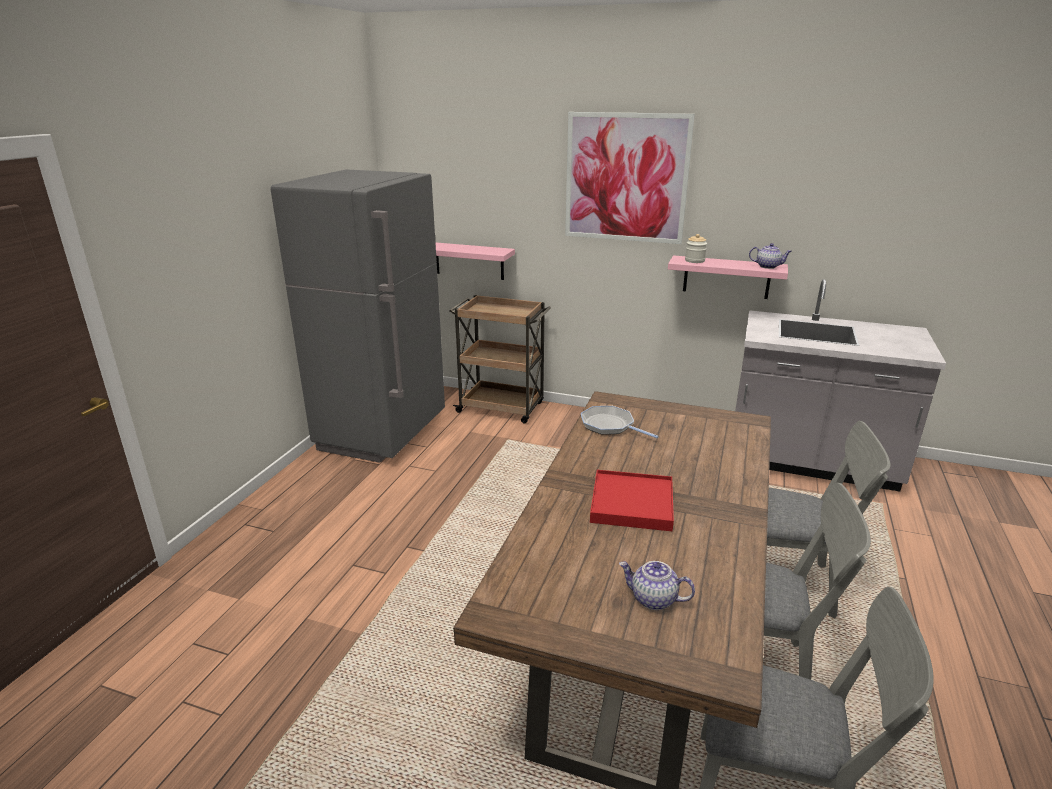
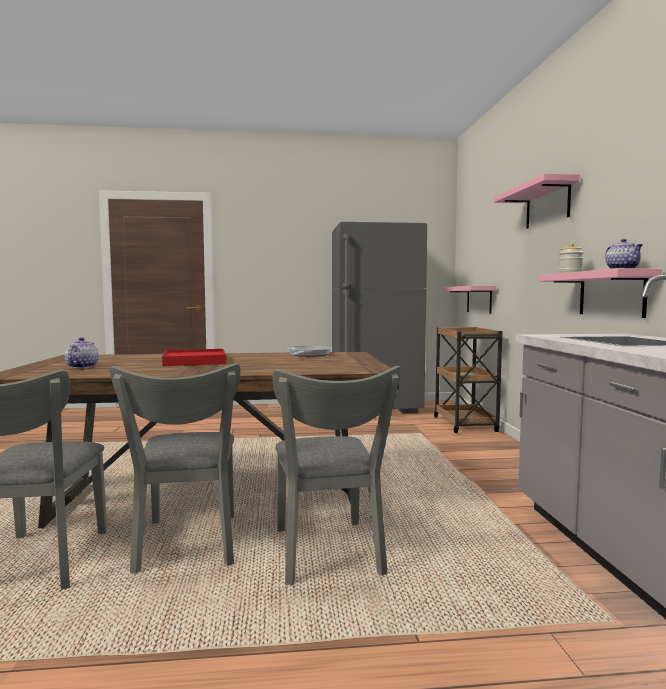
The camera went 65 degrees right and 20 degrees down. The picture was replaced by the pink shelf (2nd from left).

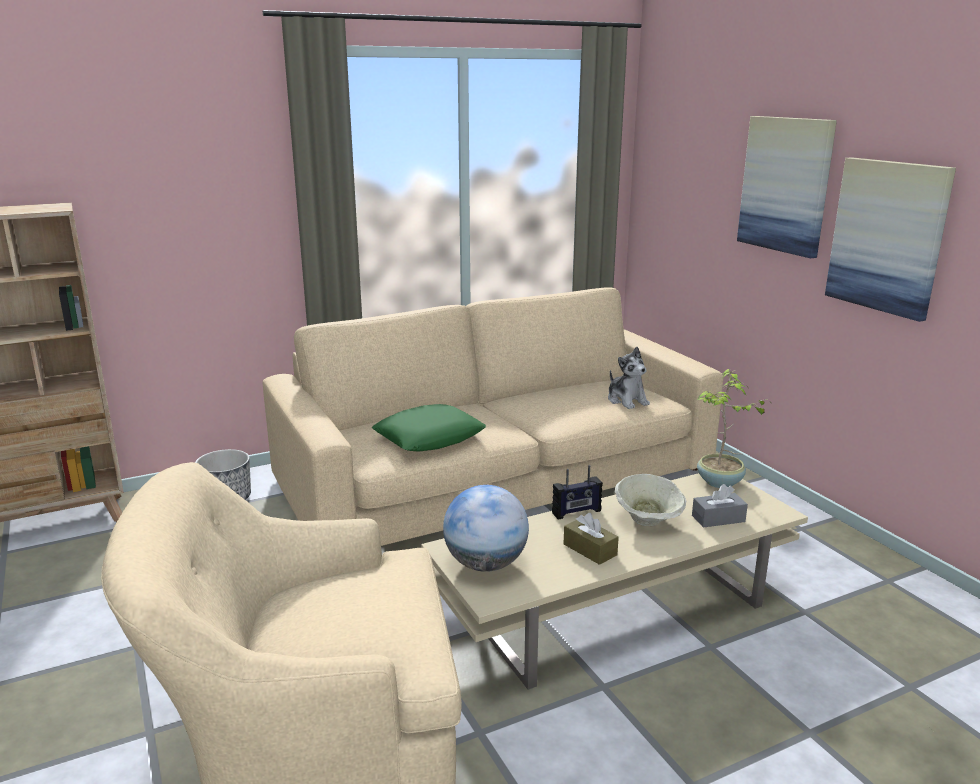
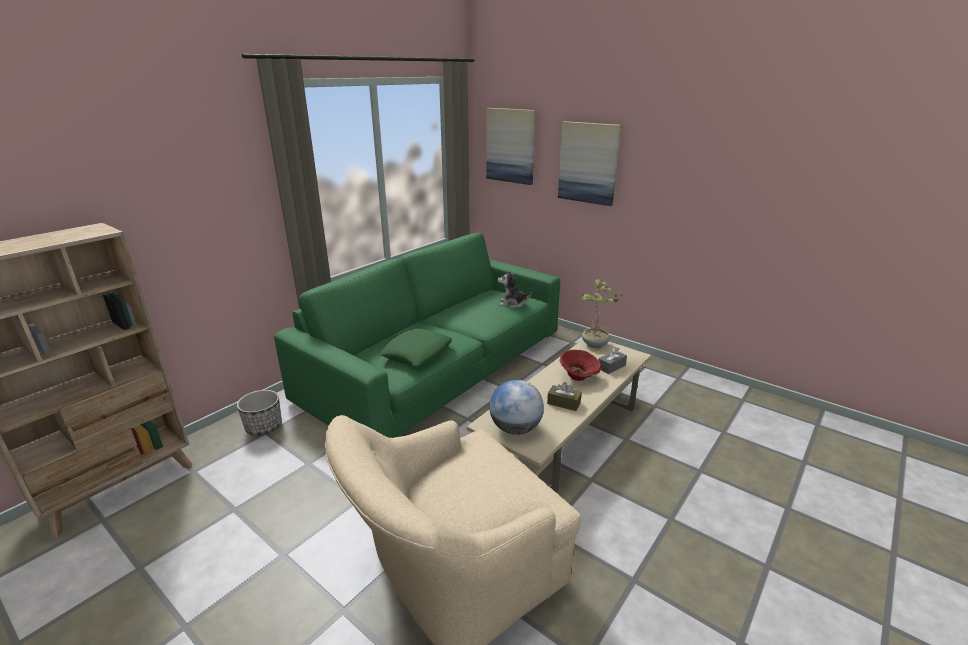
The camera went 25 degrees left and 5 degrees up. The picture (2nd from left in the first image) moved. The beige sofa became the green sofa. The plush toy turned 150 degrees clockwise. The radio disappeared. The beige bowl became the red bowl.

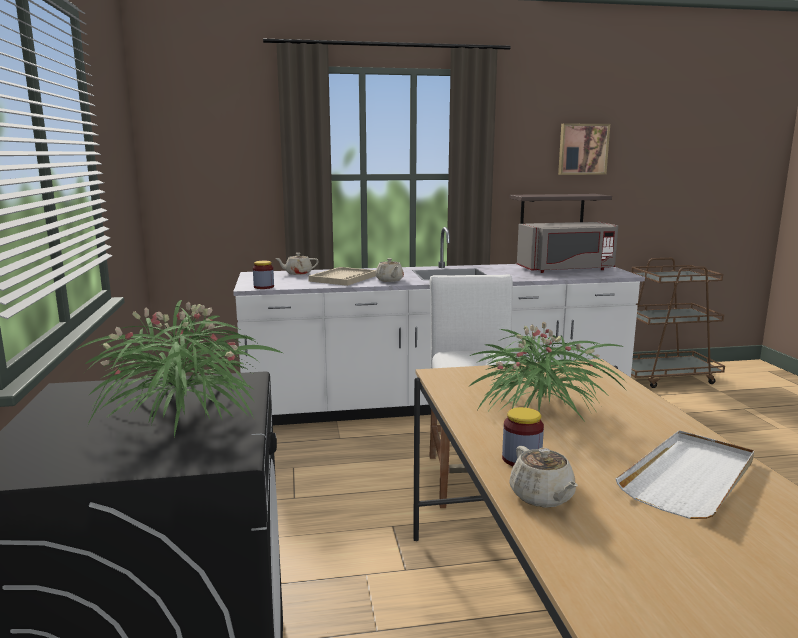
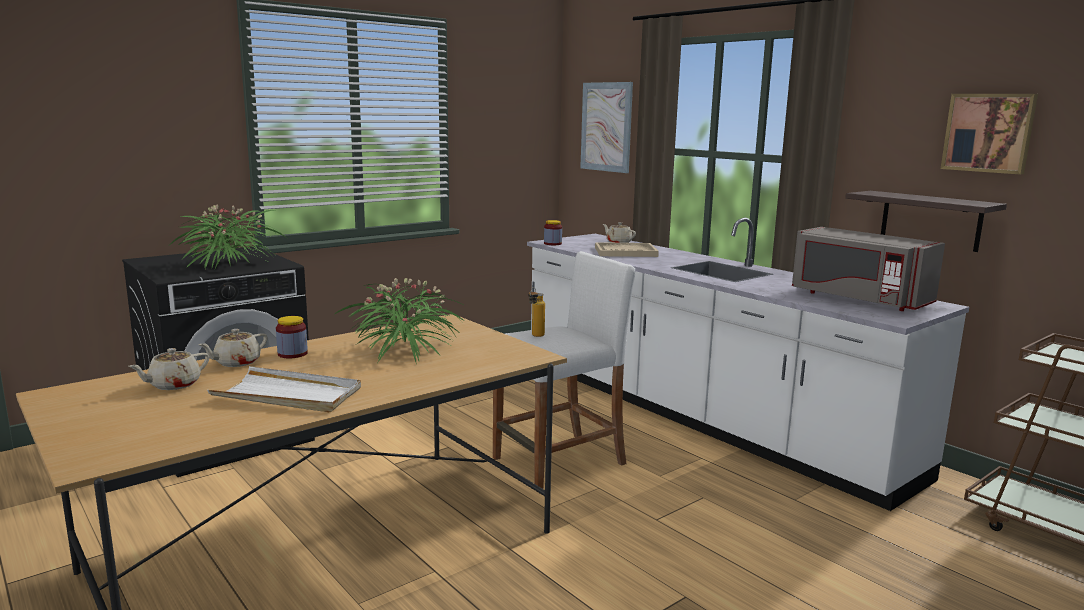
The camera went 60 degrees right and 0 degrees up. The beige teapot (2nd from left in the first image) moved. The picture (1st from left) appeared. The bottle appeared.

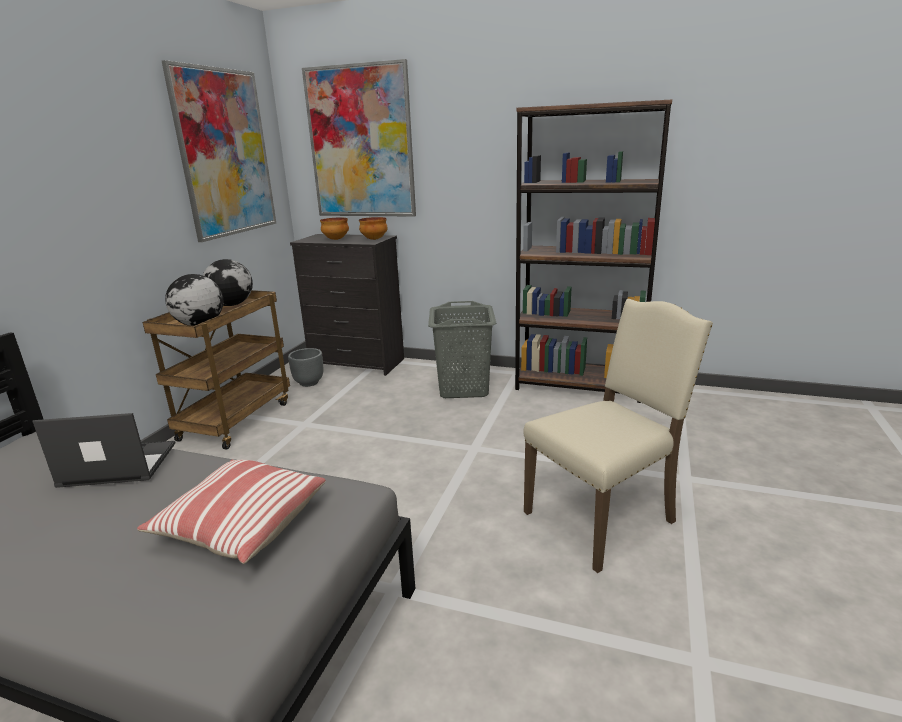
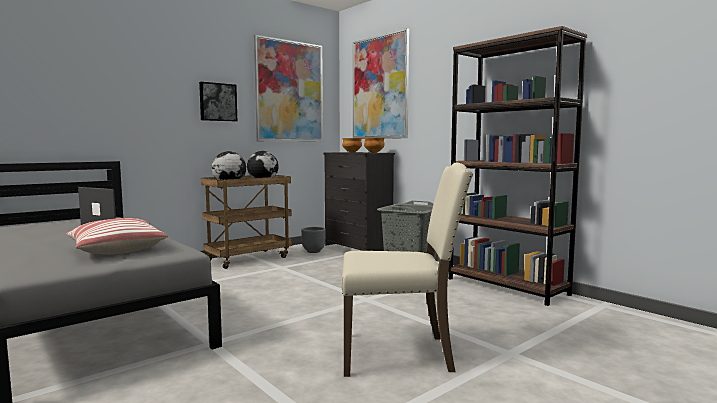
The camera went 30 degrees right and 15 degrees down. The picture (1st from left) appeared.

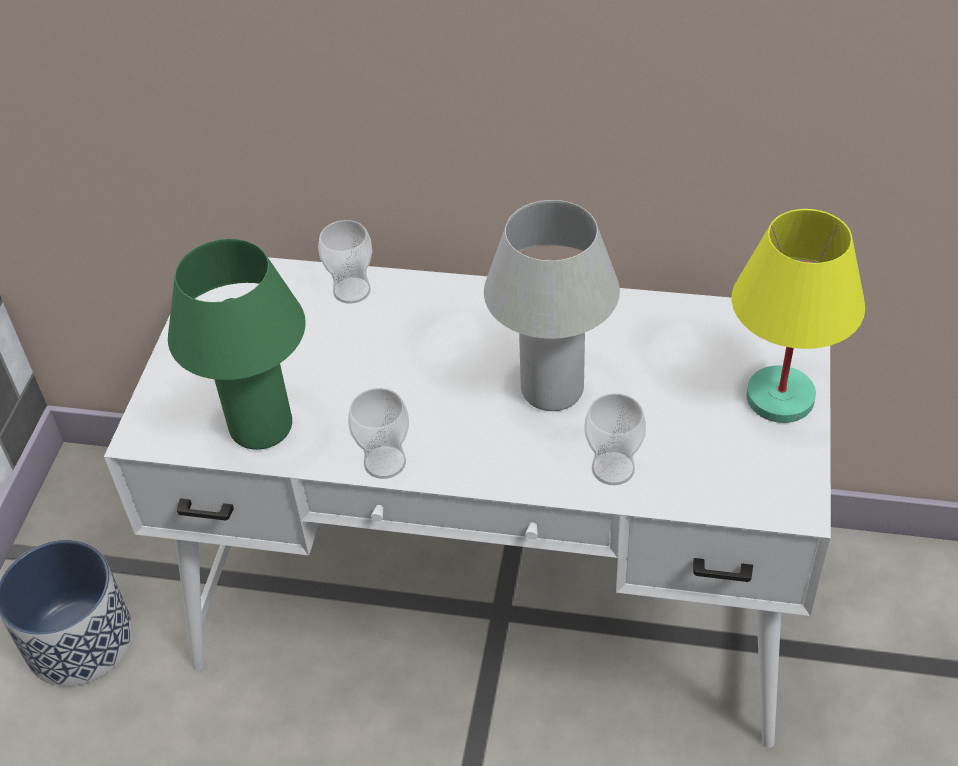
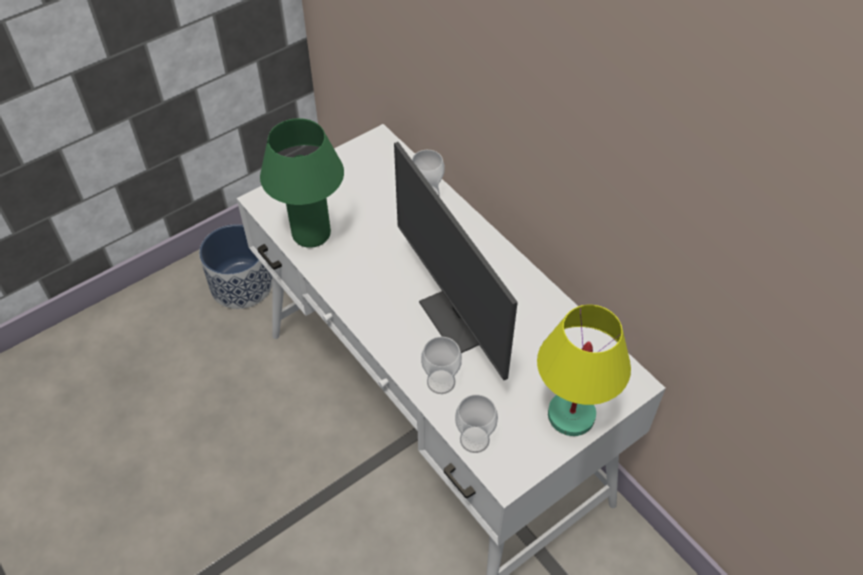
The camera went 40 degrees right and 5 degrees up. The white table lamp was replaced by the monitor. The cup (2nd from left in the first image) moved.

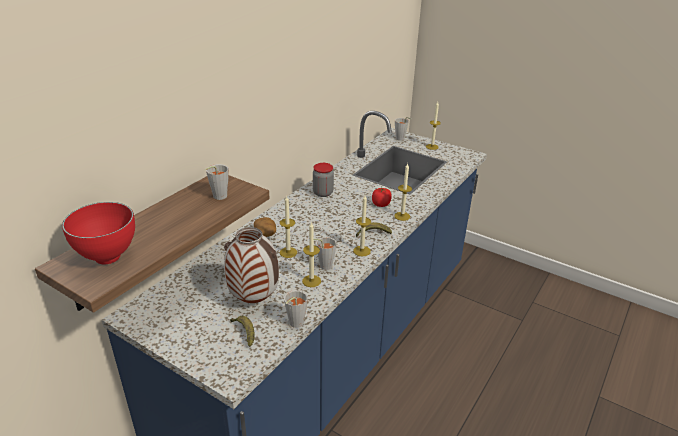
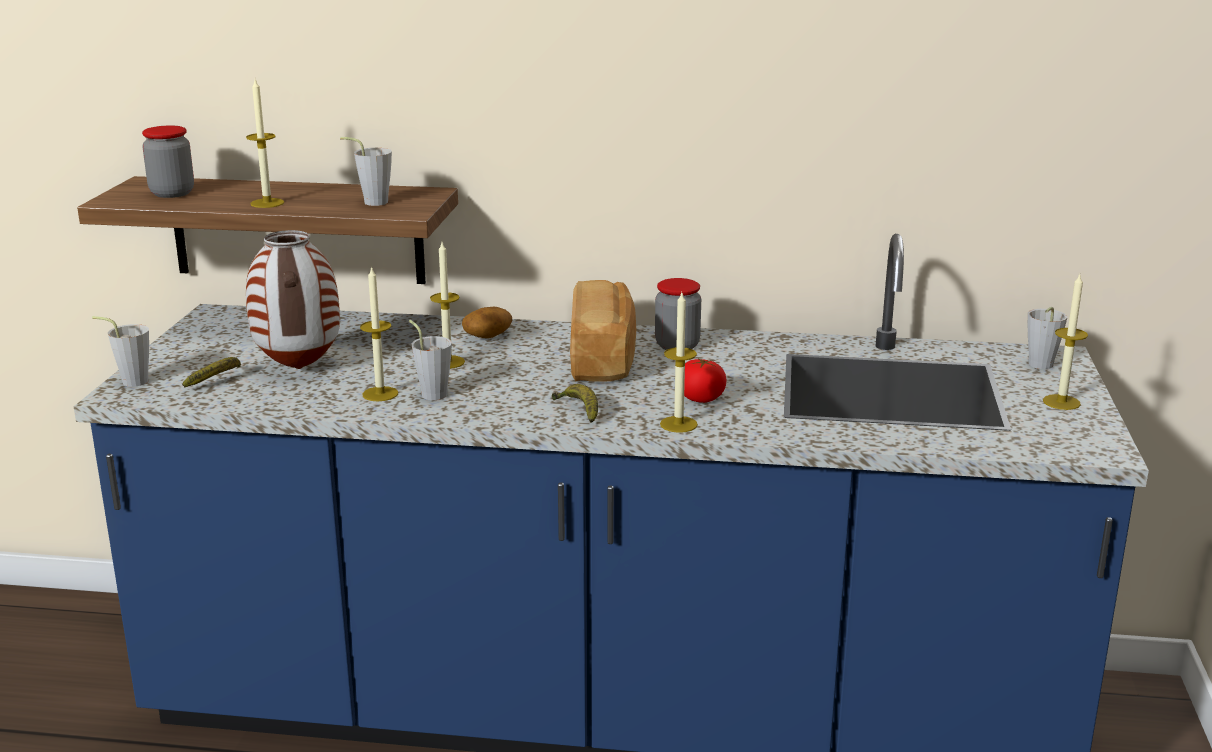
The camera went 65 degrees right and 10 degrees down. The candle (3rd from left in the first image) moved. The red bowl was replaced by the jar (1st from left). The grey cup (2nd from left in the first image) moved. The bread appeared.

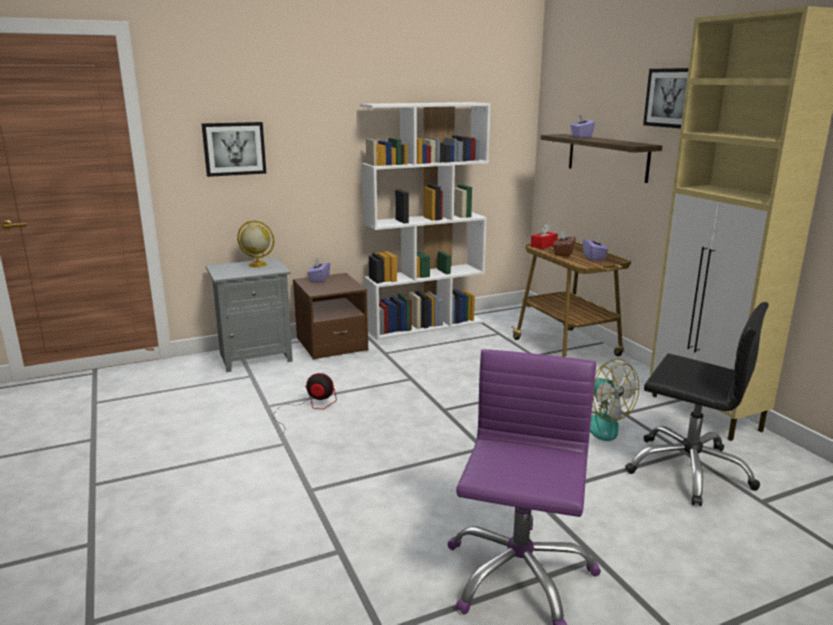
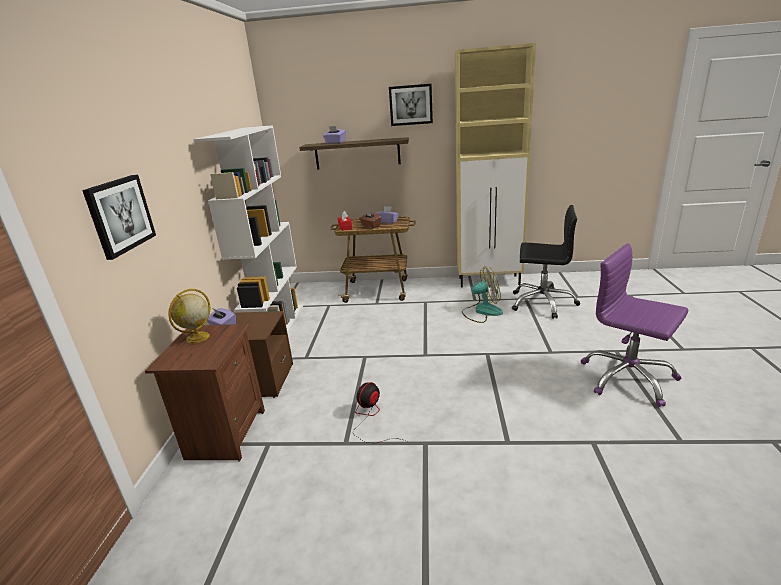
The camera went 60 degrees left and 5 degrees up. The grey nightstand became the brown nightstand (1st from left). The black office chair turned 45 degrees clockwise.

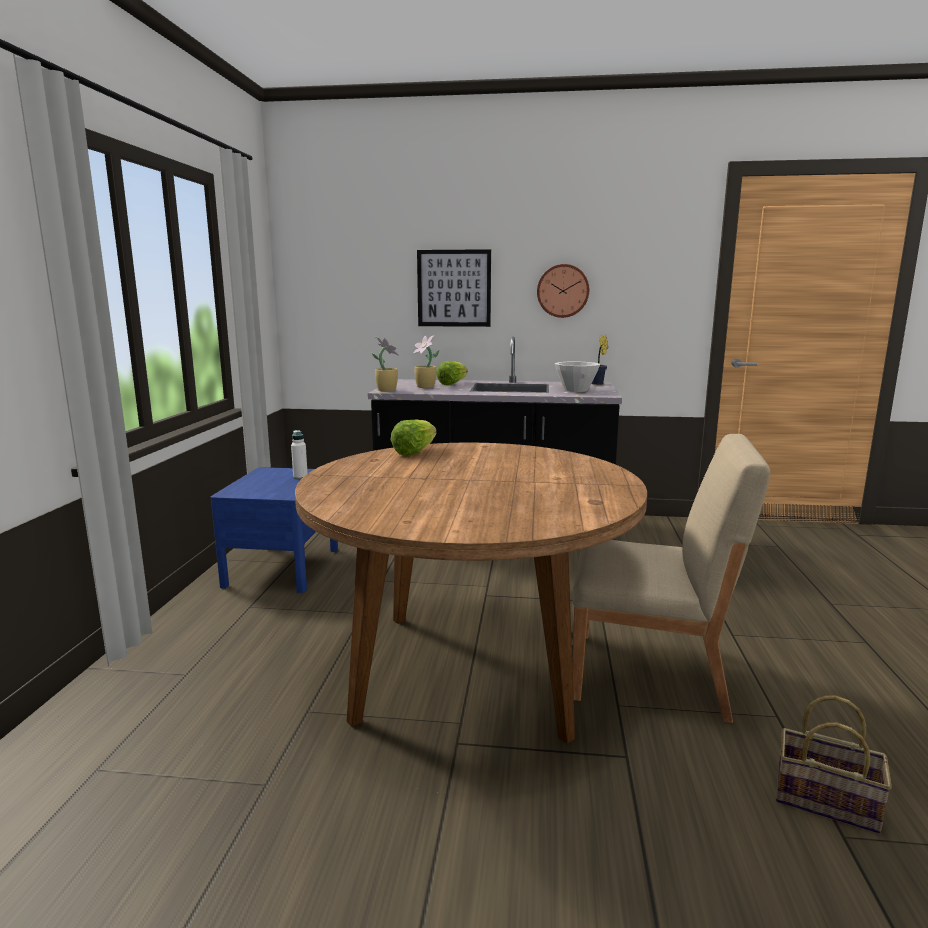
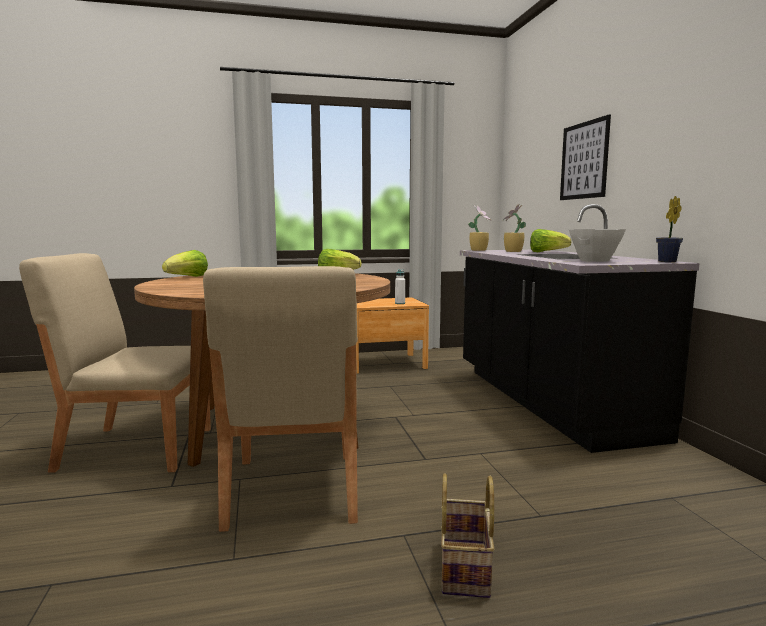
The camera went 70 degrees right and 5 degrees down. The wall clock disappeared. The blue nightstand became the brown nightstand. The basket moved. The lettuce (1st from left) appeared. The beige chair (1st from left) appeared.

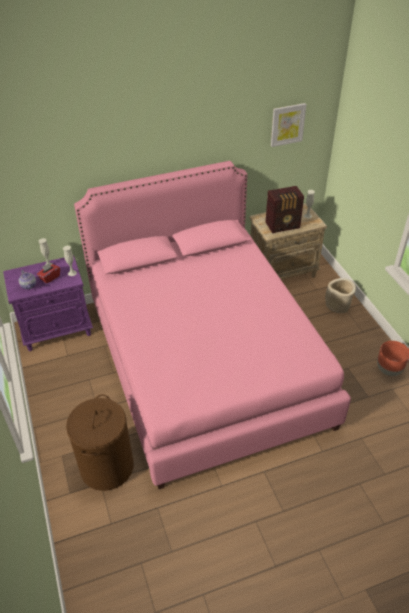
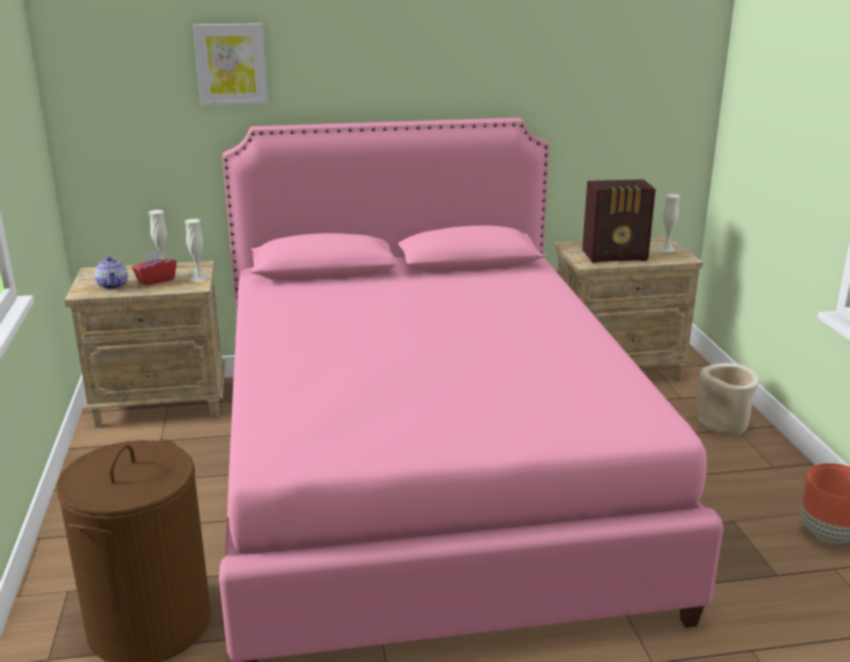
The camera went 10 degrees right and 20 degrees down. The picture moved. The purple nightstand became the beige nightstand (1st from left).

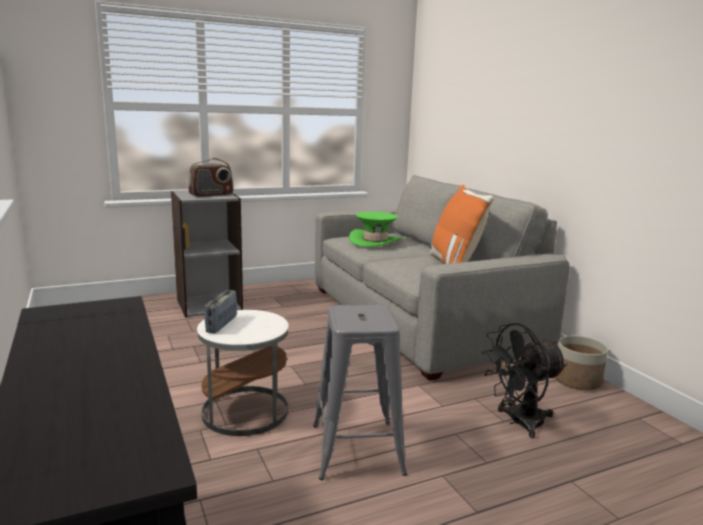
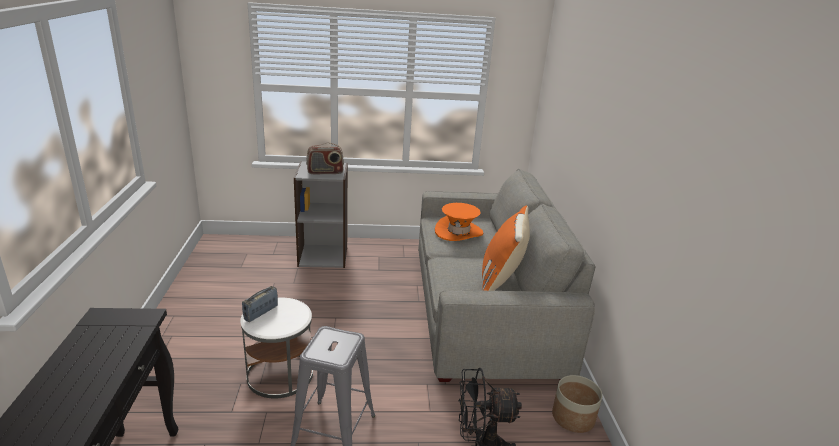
The camera went 20 degrees right and 10 degrees up. The green hat became the orange hat.

